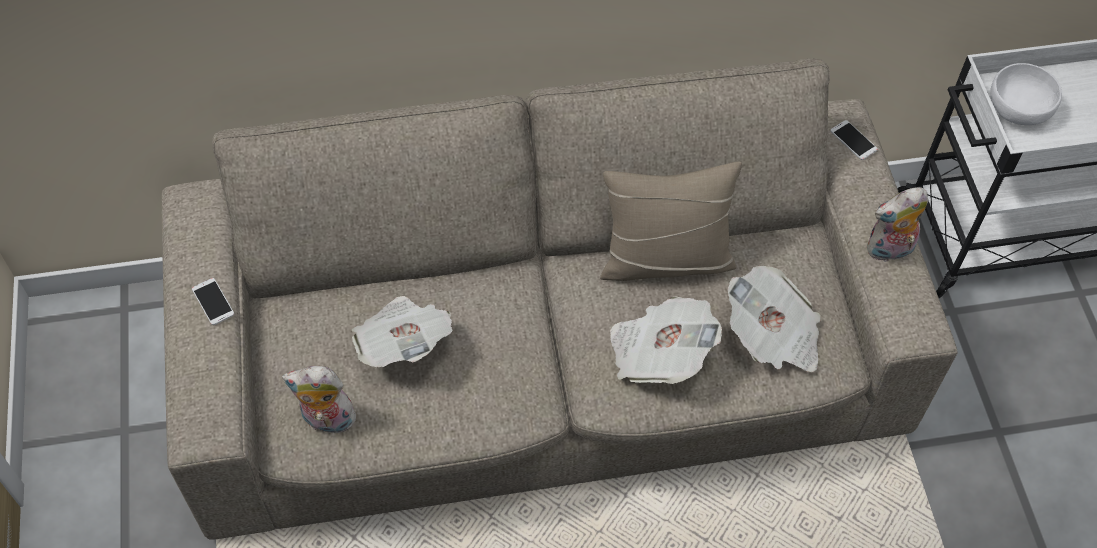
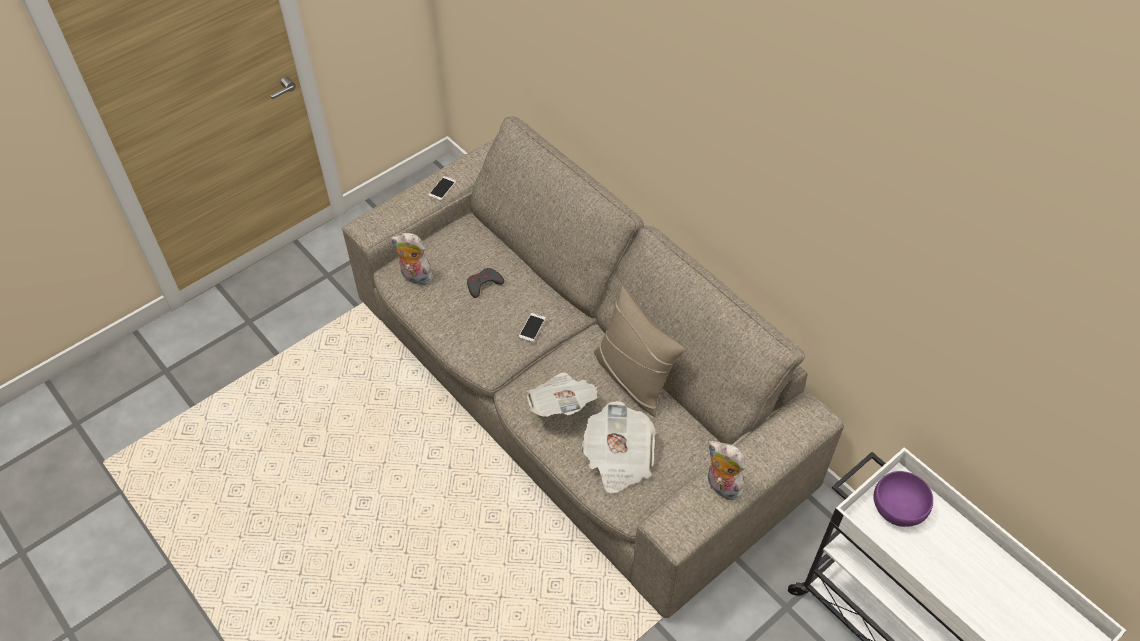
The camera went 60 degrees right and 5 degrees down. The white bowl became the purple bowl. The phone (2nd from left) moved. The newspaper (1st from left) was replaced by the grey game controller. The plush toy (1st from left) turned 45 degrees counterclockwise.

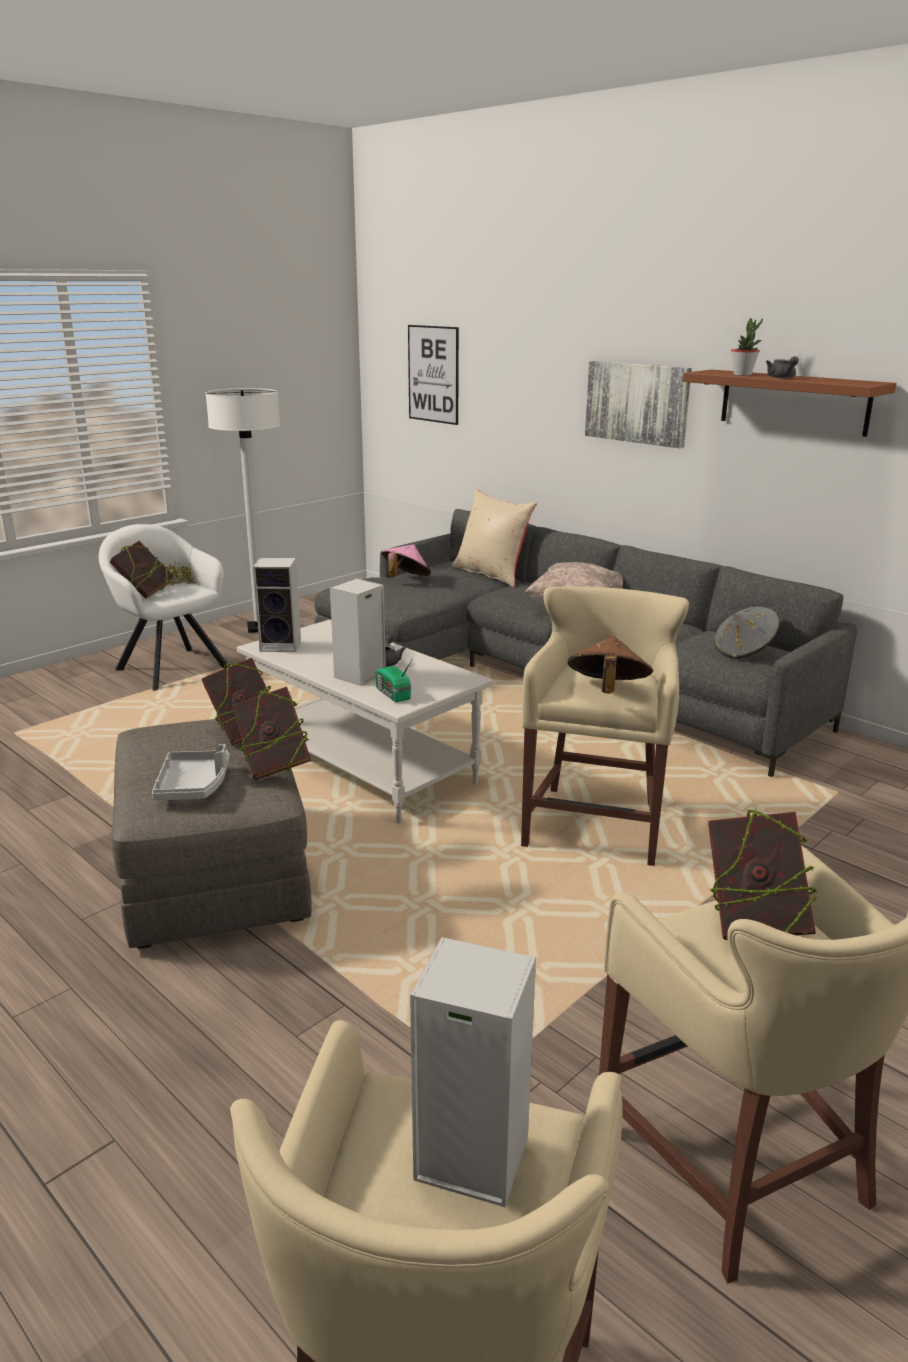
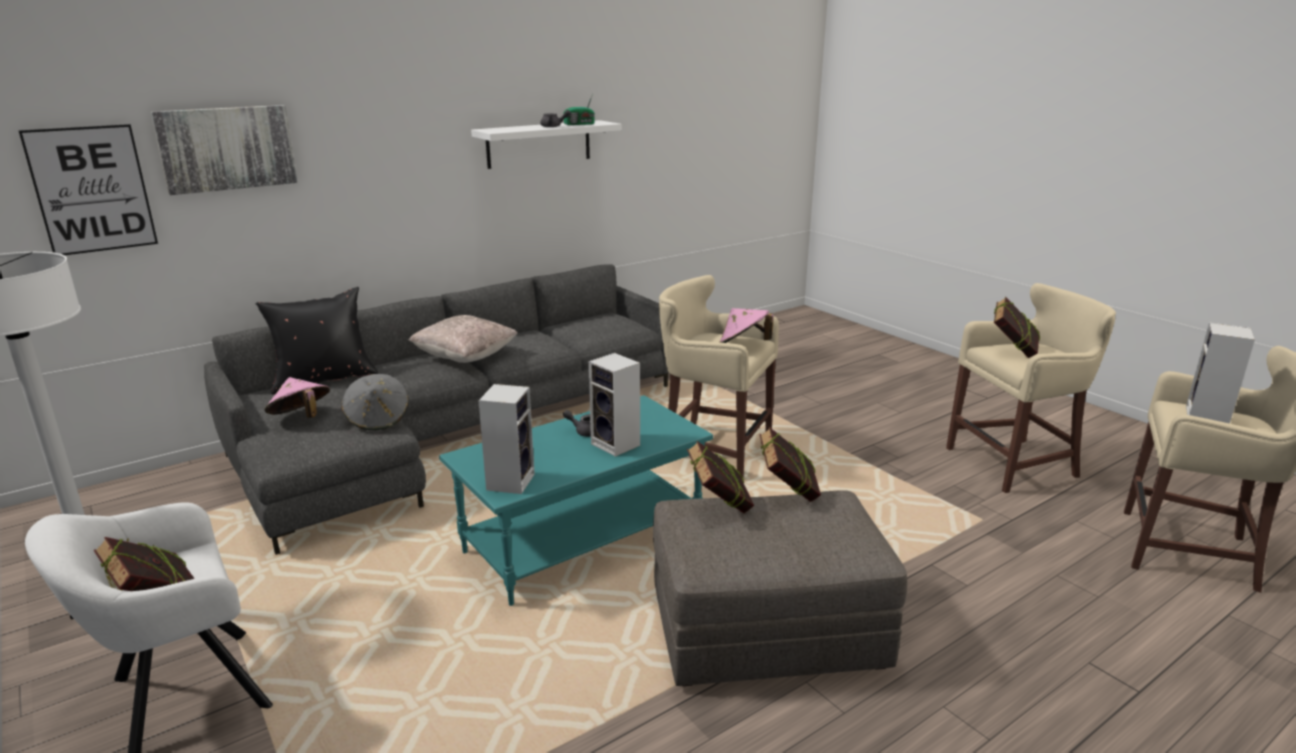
The camera went 80 degrees left and 0 degrees up. The potted plant disappeared. The picture (2nd from left) moved. The brown shelf became the white shelf. The beige pillow (1st from left) became the black pillow. The grey hat moved. The white coffee table became the turquoise coffee table. The brown hat became the pink hat (2nd from left). The radio moved. The grey tray disappeared.

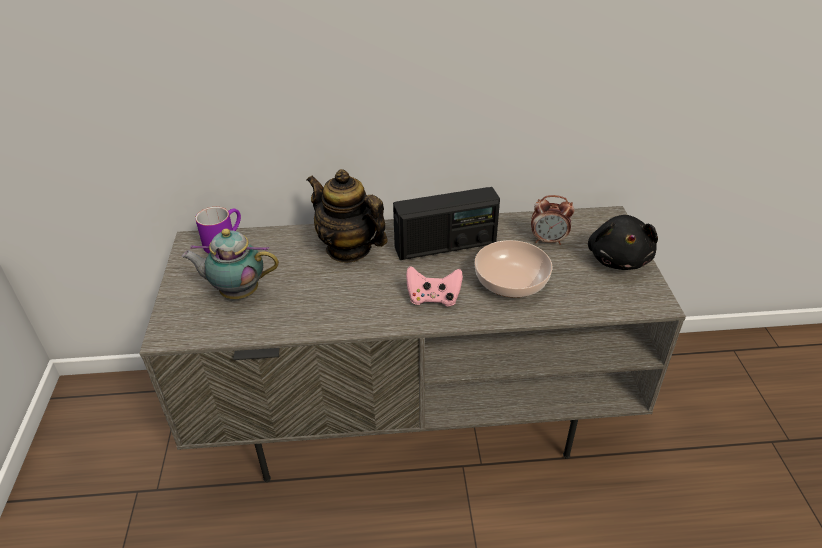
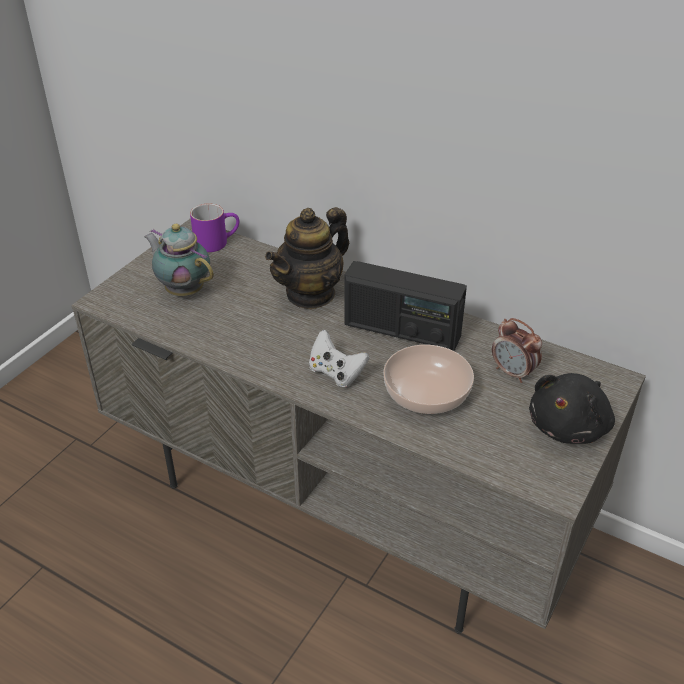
The camera went 35 degrees right and 0 degrees up. The teapot (2nd from left) turned 120 degrees counterclockwise. The pink game controller became the white game controller.

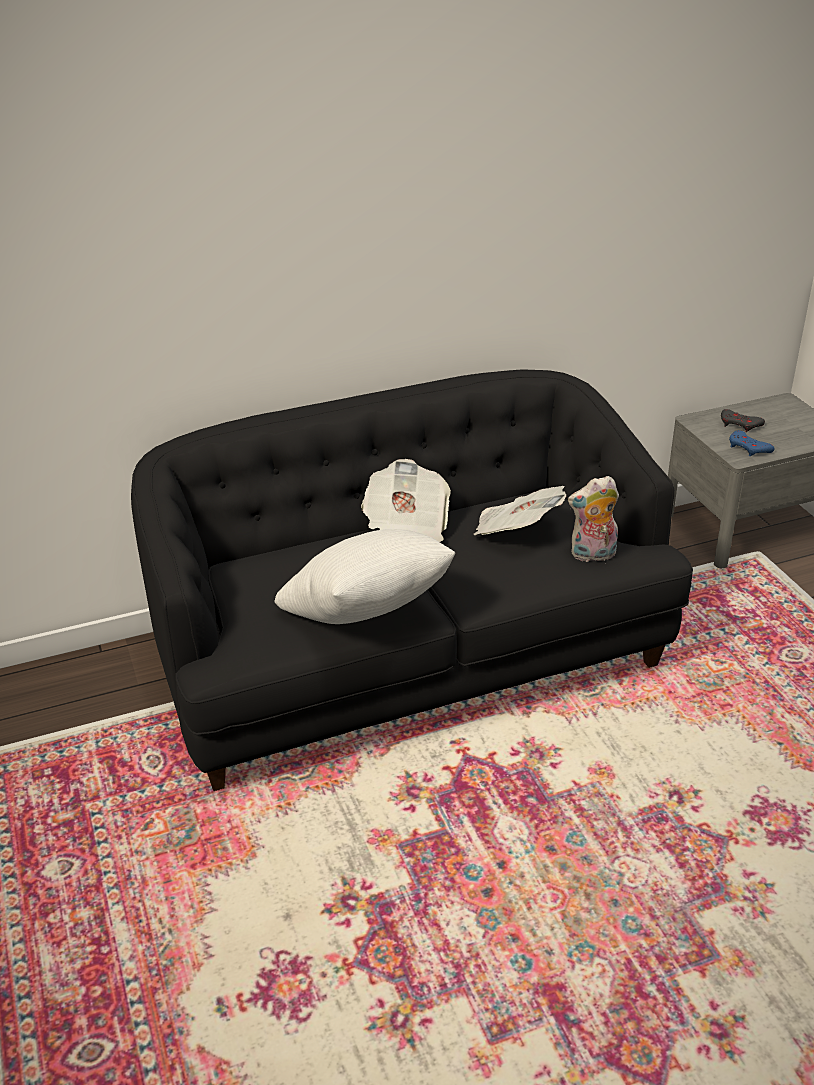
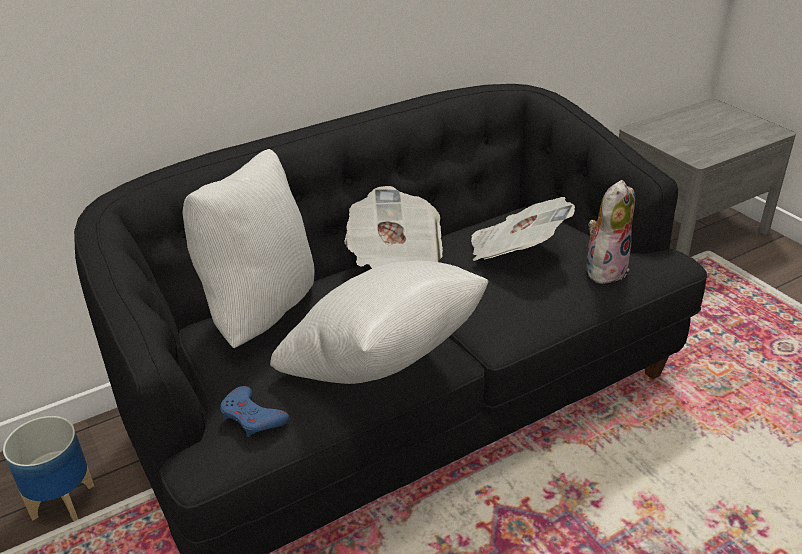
The camera went 10 degrees left and 0 degrees up. The grey game controller disappeared. The blue game controller moved. The plush toy turned 150 degrees clockwise. The white pillow (1st from left) appeared. The planter appeared.

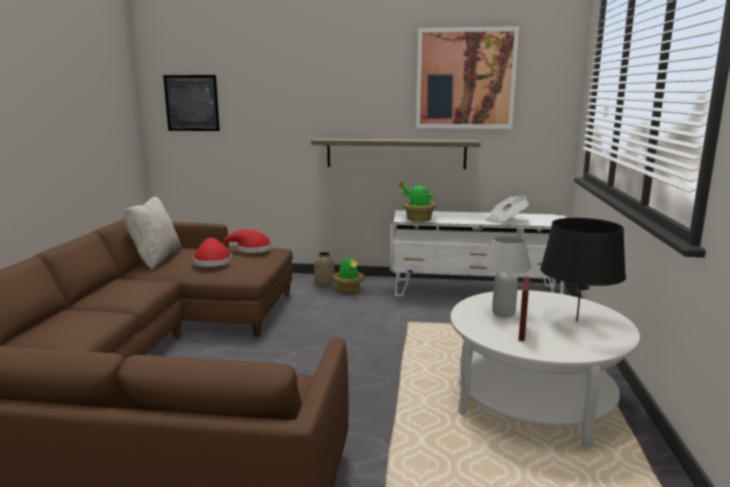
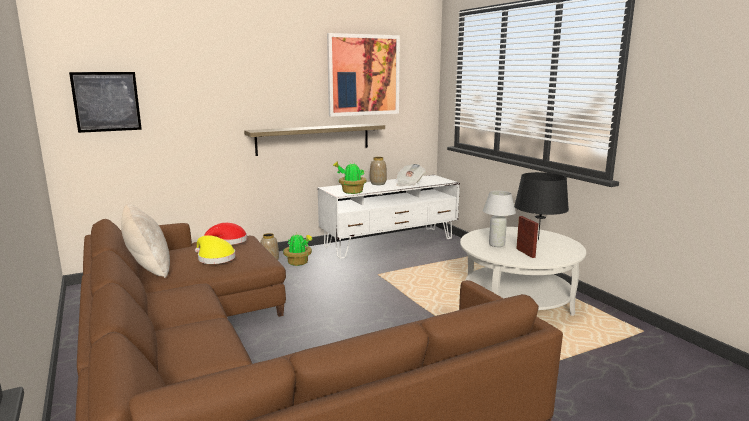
The camera went 35 degrees left and 0 degrees up. The red hat (1st from left) became the yellow hat. The vase (2nd from left) appeared.

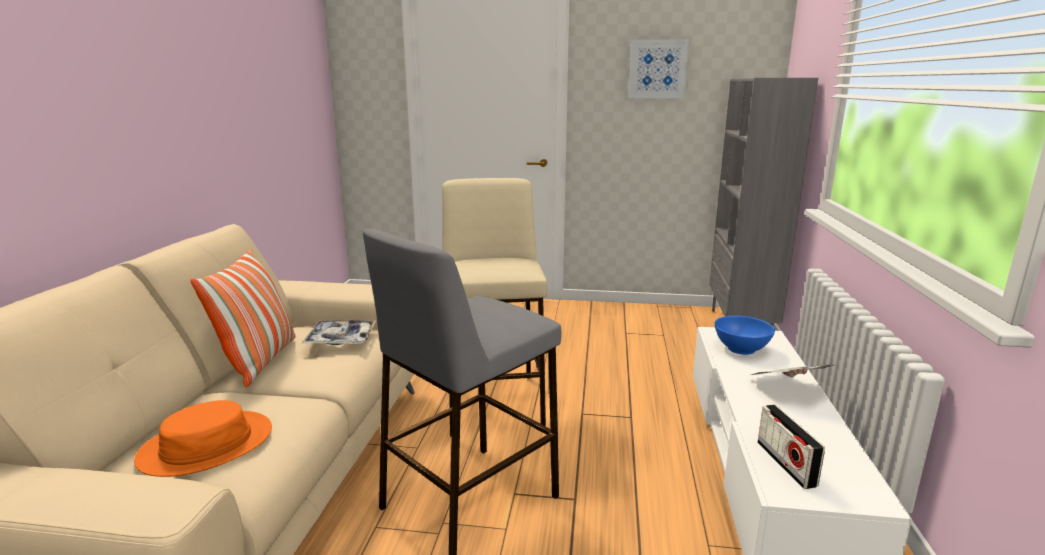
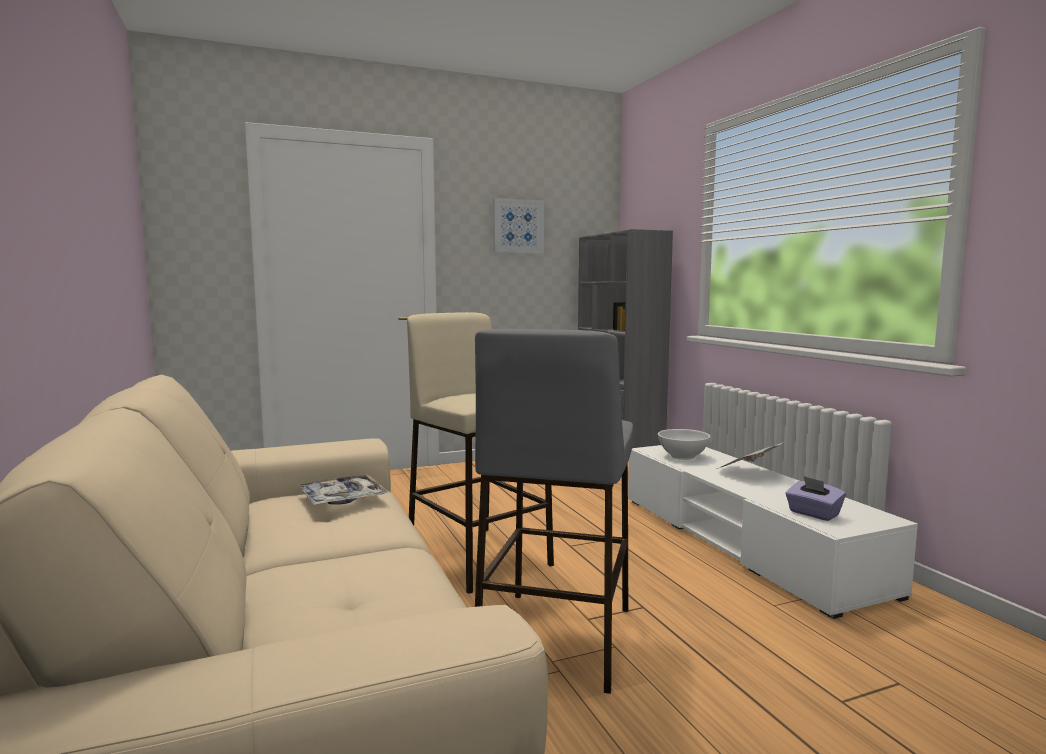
The camera went 30 degrees left and 10 degrees down. The pillow disappeared. The blue bowl became the white bowl. The orange hat disappeared. The radio was replaced by the purple tissue box.

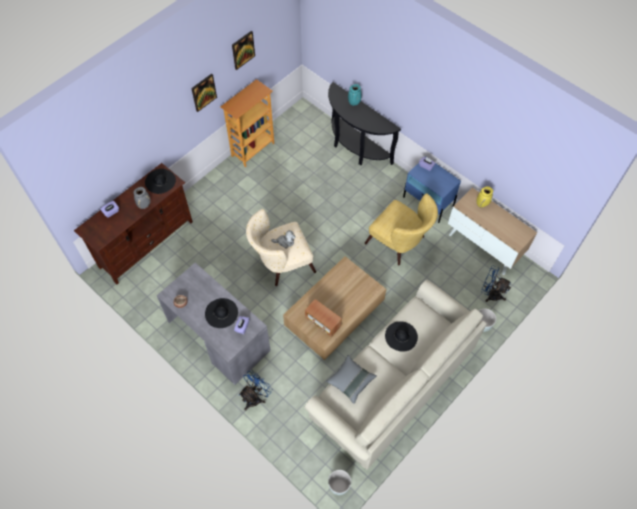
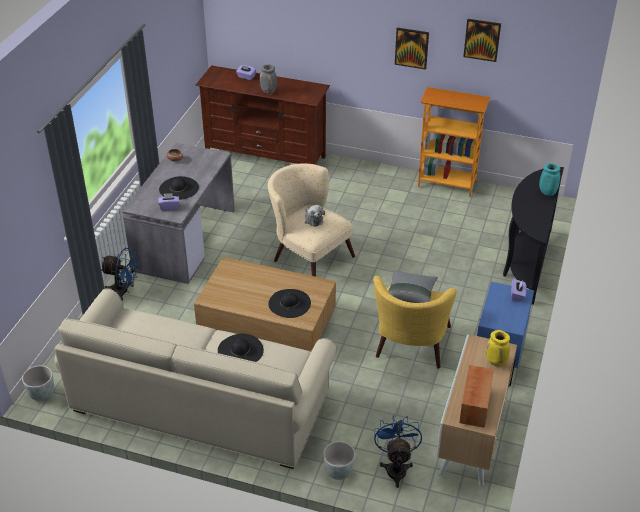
The camera went 65 degrees right and 20 degrees down. The black hat (1st from left in the first image) moved. The radio moved. The grey pillow moved.

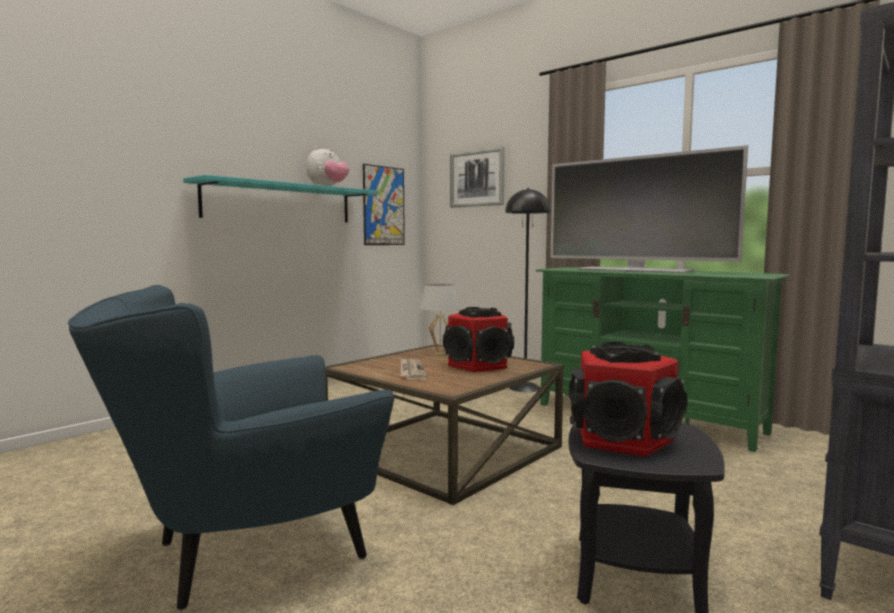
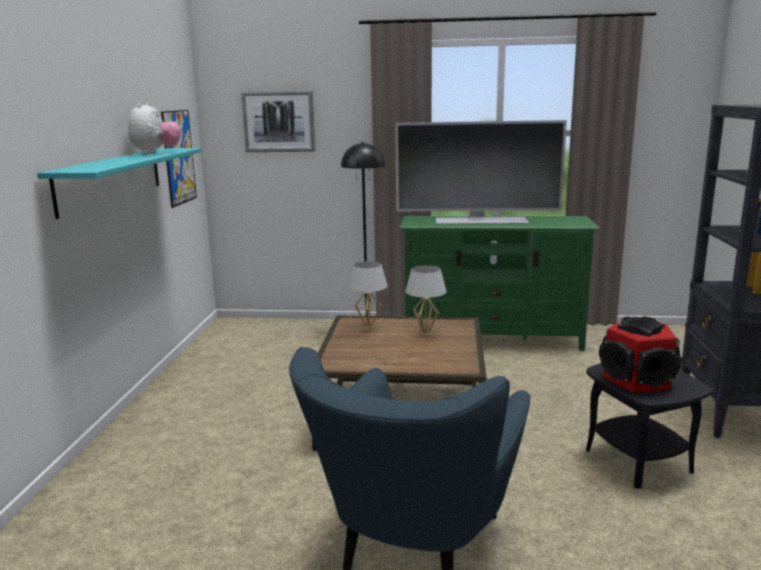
The camera went 35 degrees left and 10 degrees up. The speaker (1st from left) was replaced by the white table lamp (2nd from left). The newspaper disappeared.

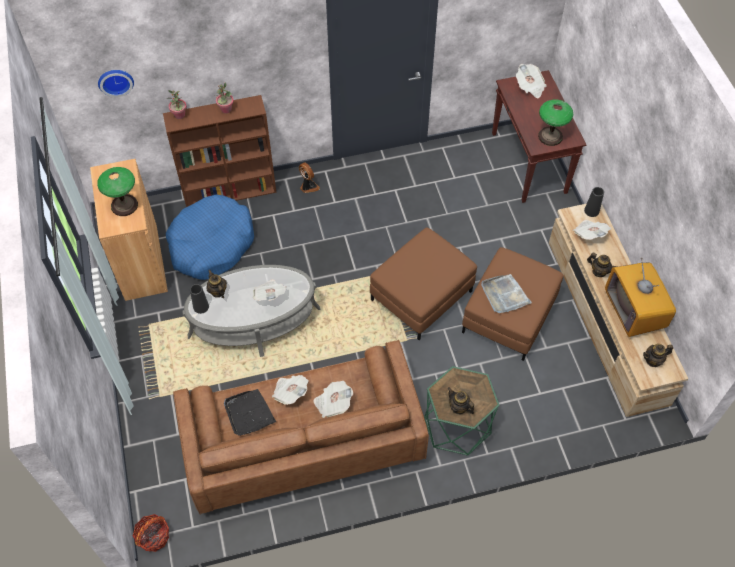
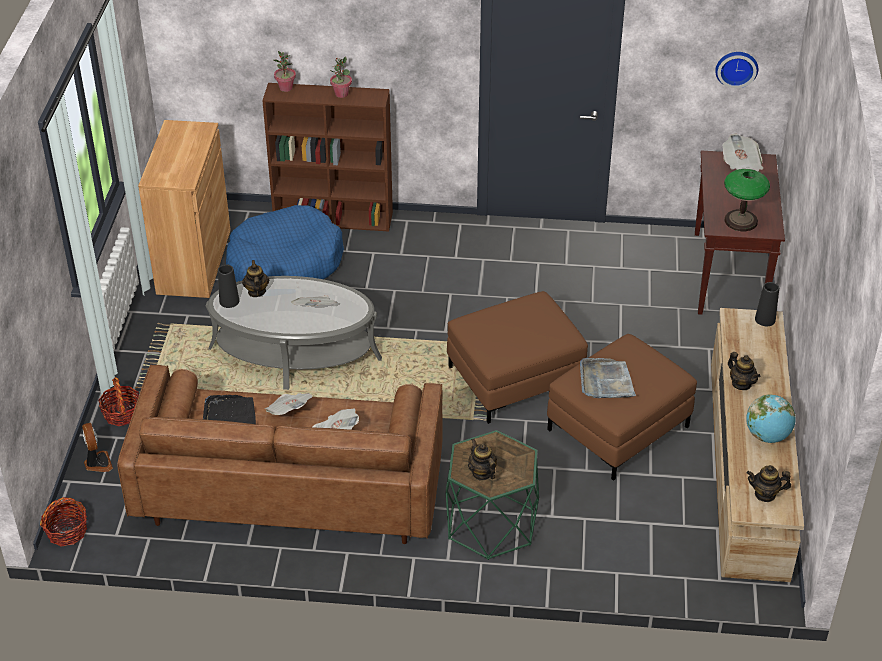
The camera went 20 degrees right and 15 degrees down. The wall clock moved. The fan moved. The table lamp (1st from left) disappeared. The newspaper (5th from left) disappeared. The television was replaced by the globe. The basket (2nd from left) appeared.

